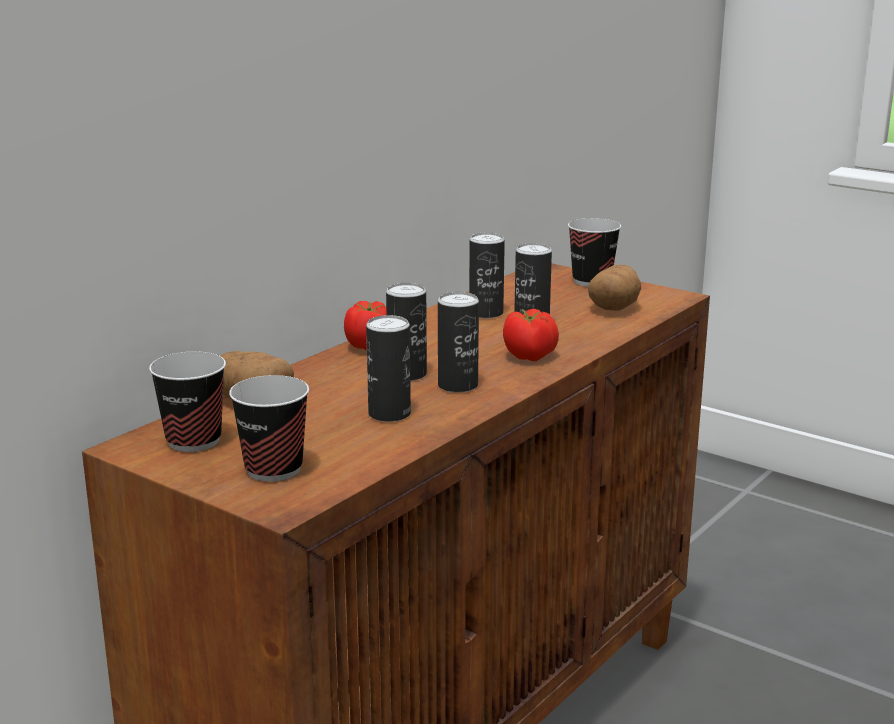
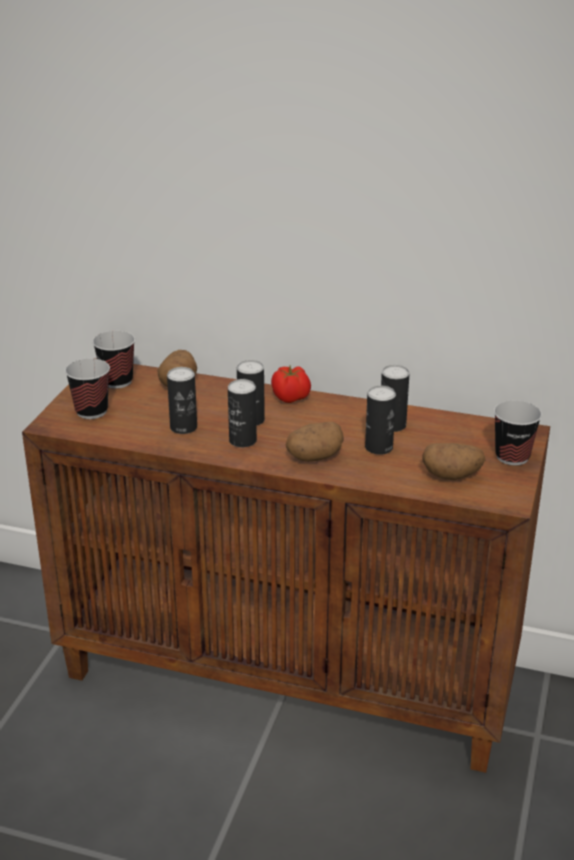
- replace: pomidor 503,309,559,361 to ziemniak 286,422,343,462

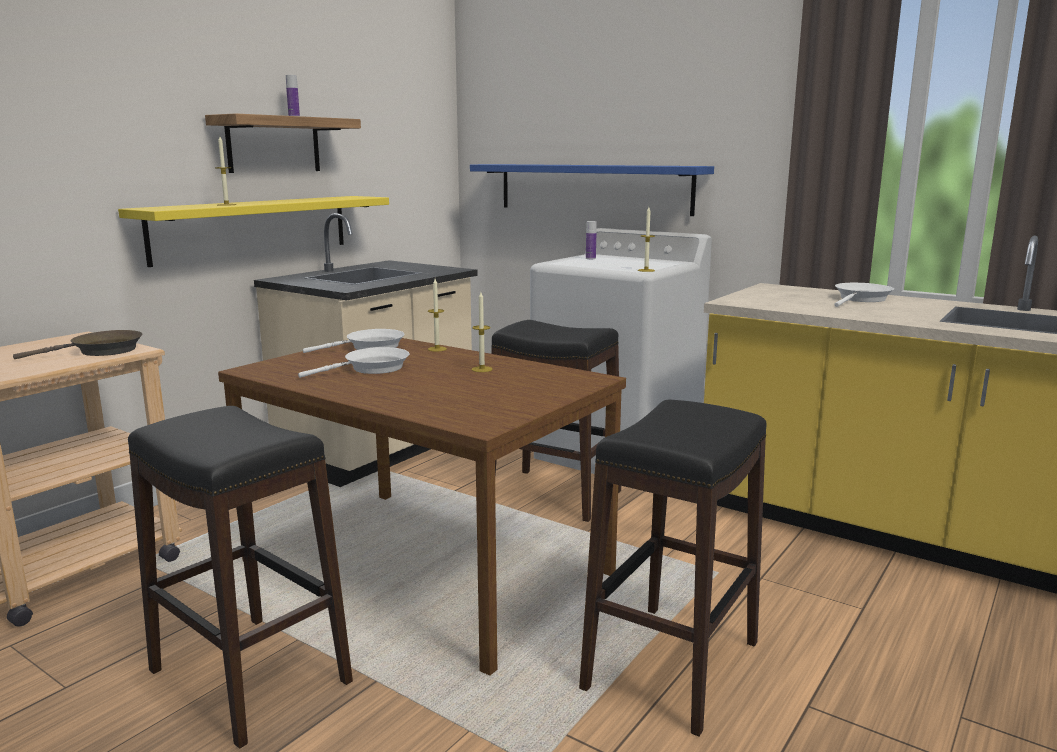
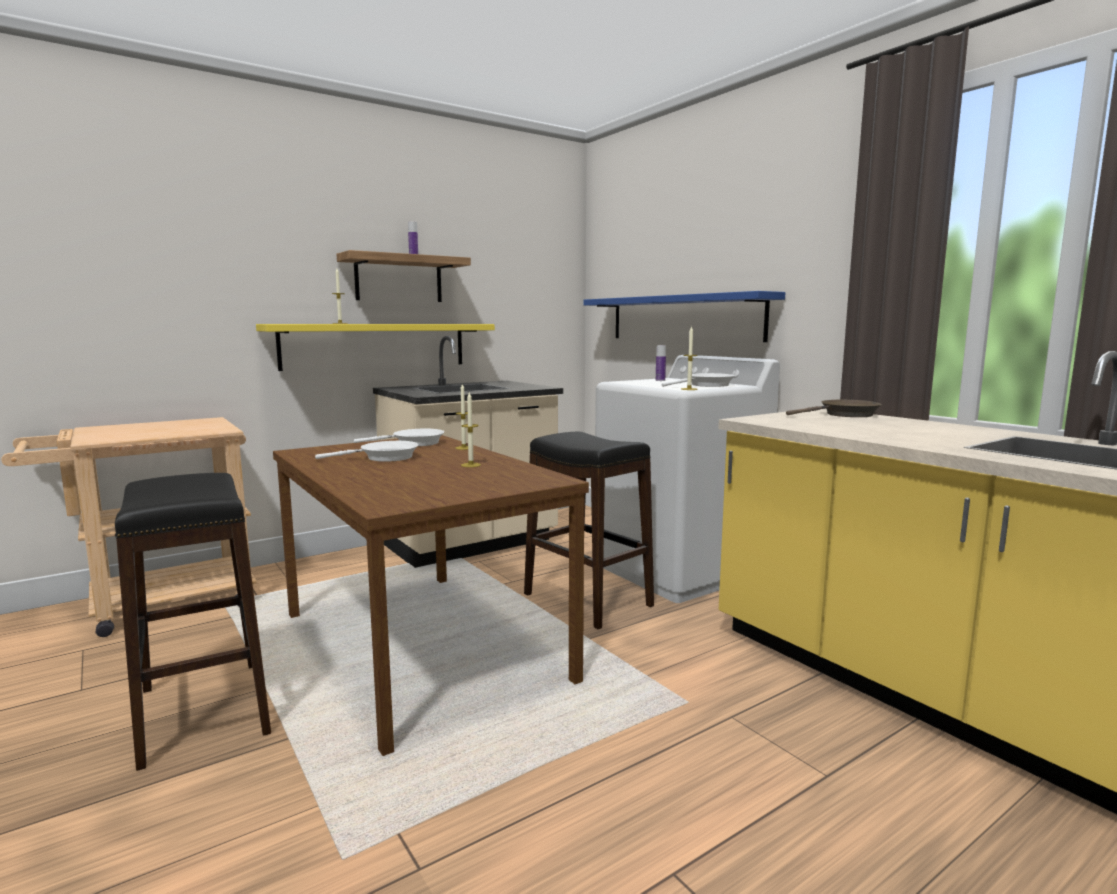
- move: patelnia/biały 835,283,894,307 to 662,373,735,387
- move: patelnia/brązowy 13,330,142,359 to 786,400,882,417
- delete: stołek/czarny 579,400,767,737

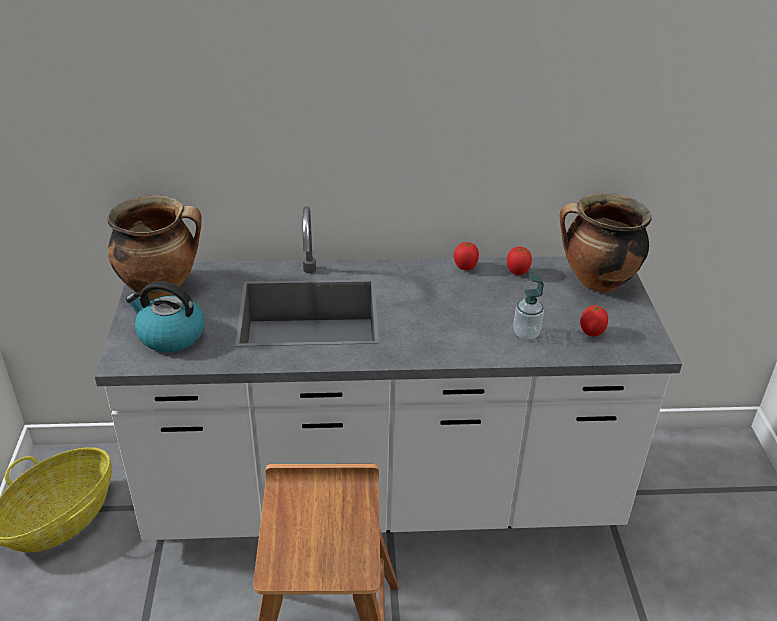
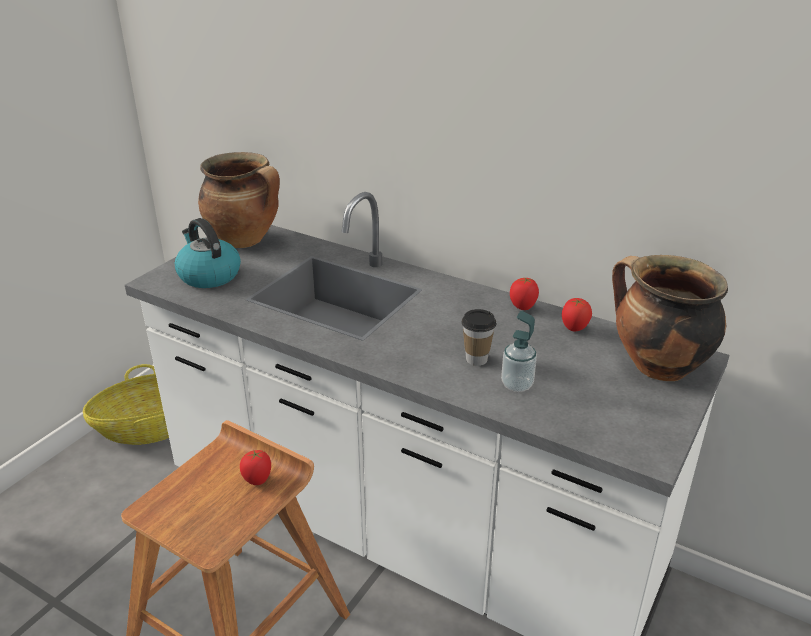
- move: pomidor 580,305,608,337 to 240,450,271,485
- insert: filiżanka 462,309,496,366

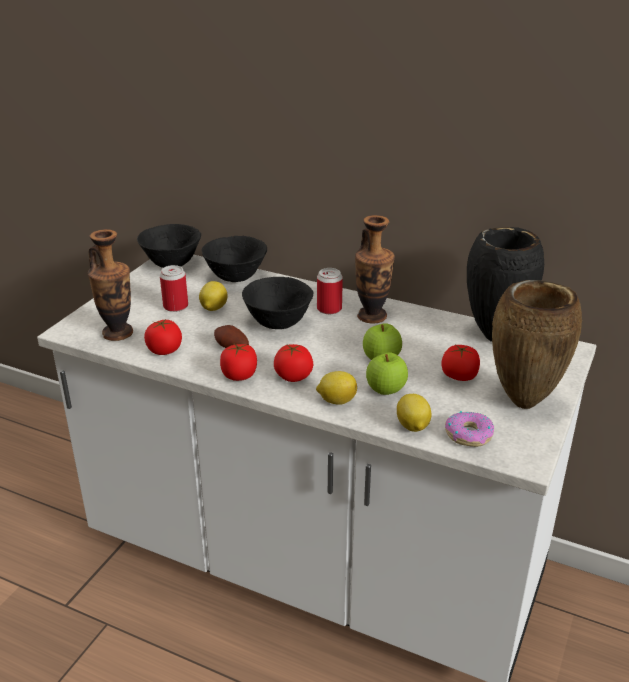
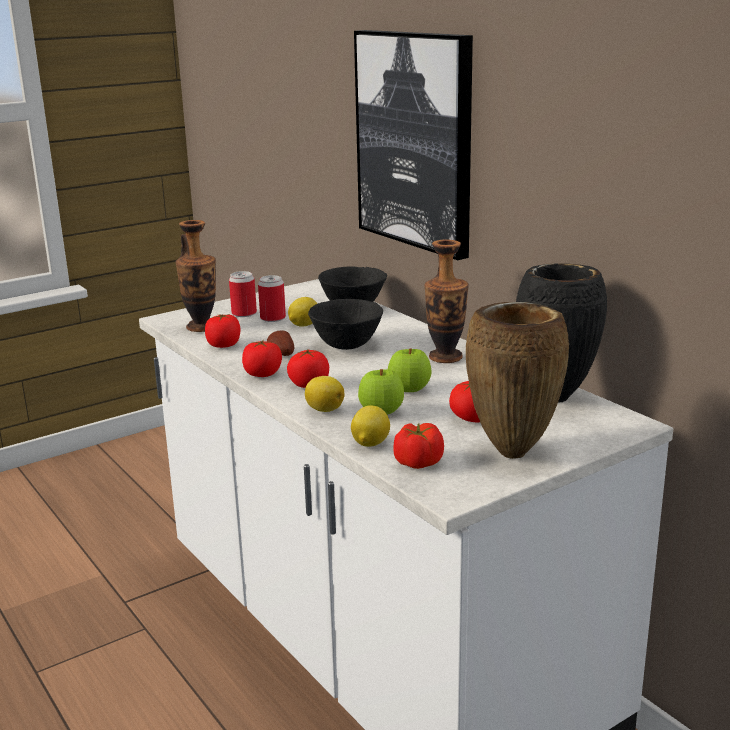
- move: puszka 317,268,343,314 to 229,271,257,317
- insert: obraz 354,30,473,260
- replace: donut 445,411,494,447 to pomidor 393,423,444,469
- delete: miska/czarny 137,224,201,268

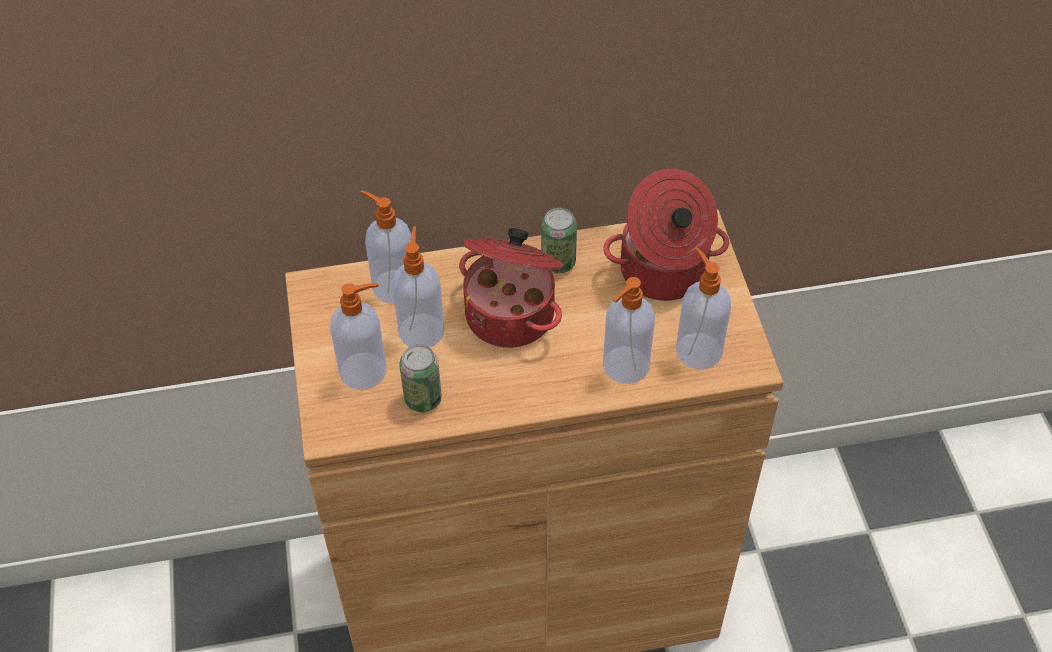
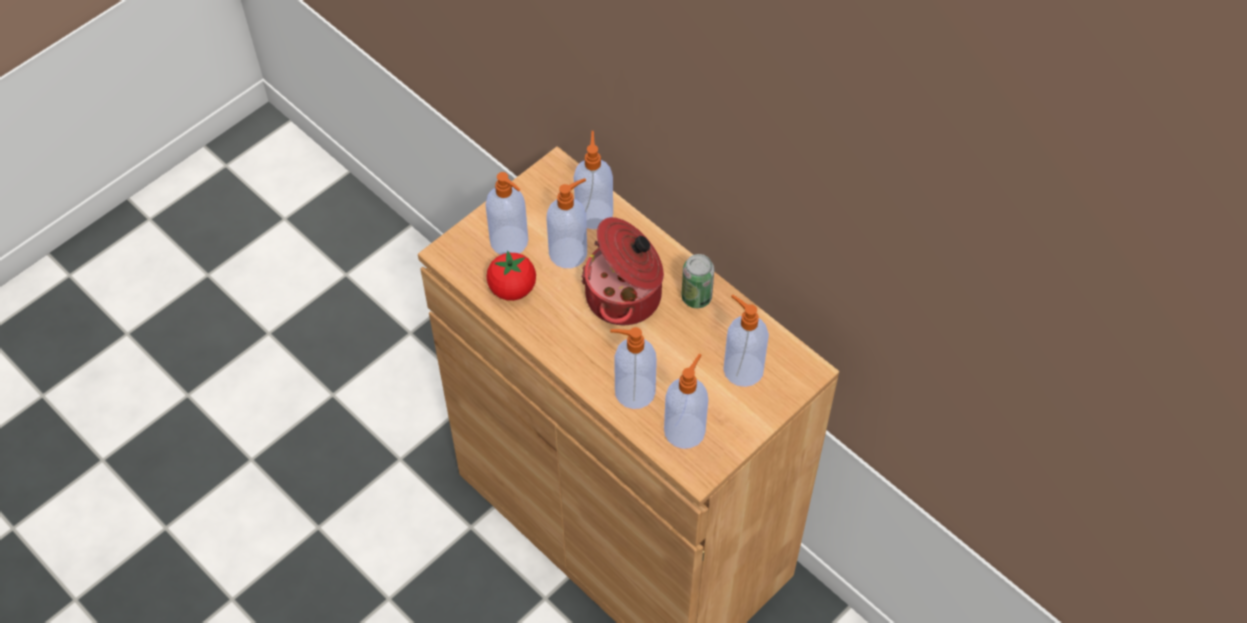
- replace: puszka 399,345,442,413 to pomidor 486,251,536,301
- replace: garnek 603,169,729,301 to dozownik mydła 723,295,769,387

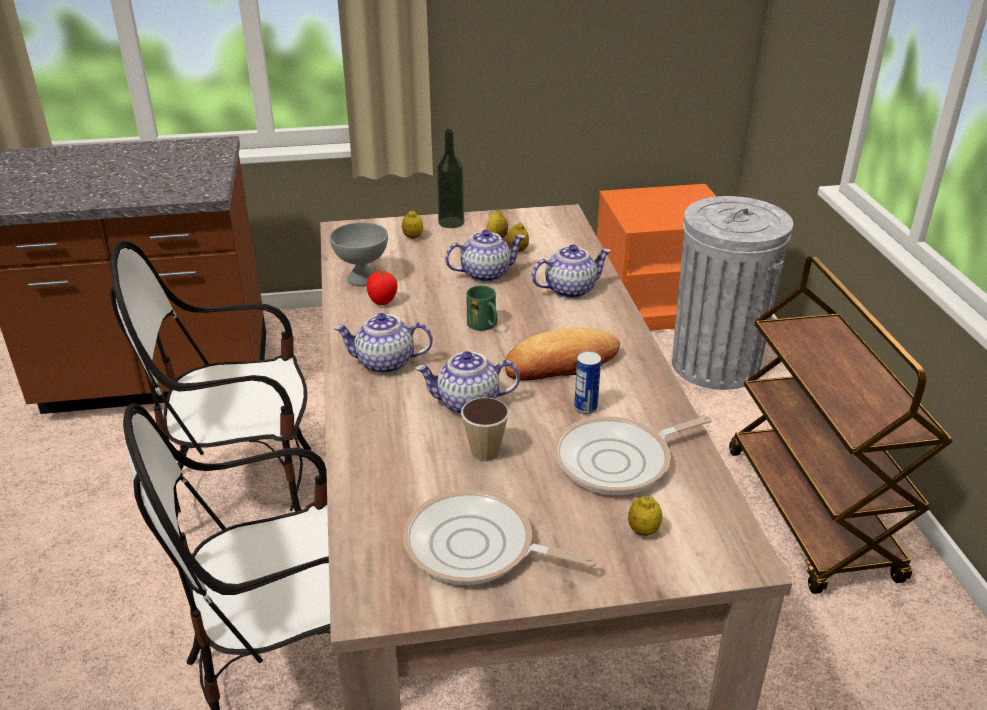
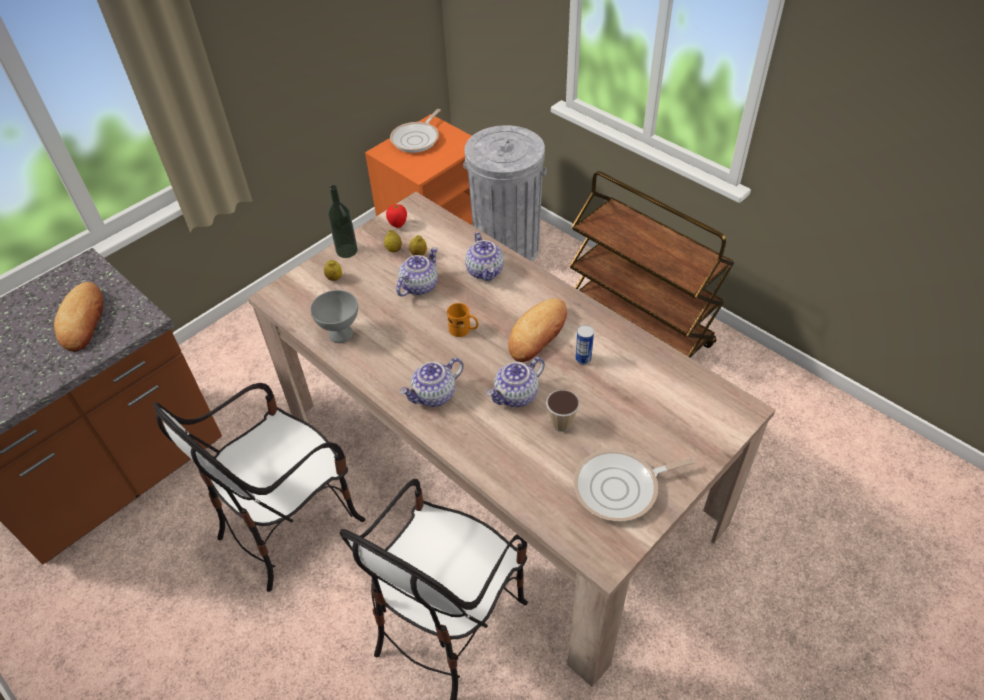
- insert: chleb 54,282,103,352
- move: pomidor 367,271,398,305 to 386,204,407,228
- move: patelnia 554,416,712,495 to 390,109,441,153
- recolor: kubek/zielony 466,286,497,331 to kubek/pomarańczowy 447,303,479,337
- rotate: imbryk 532,244,611,299 = 465,232,504,282 135 degrees clockwise
- delete: cytryna 628,496,662,536

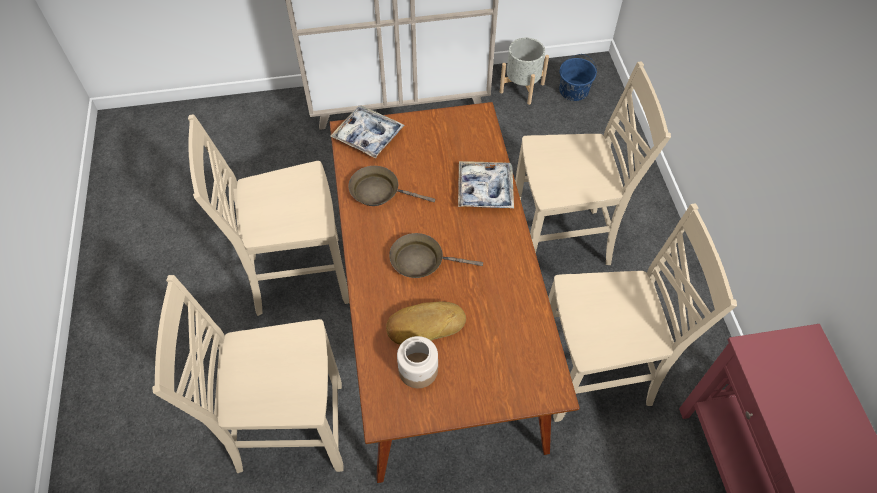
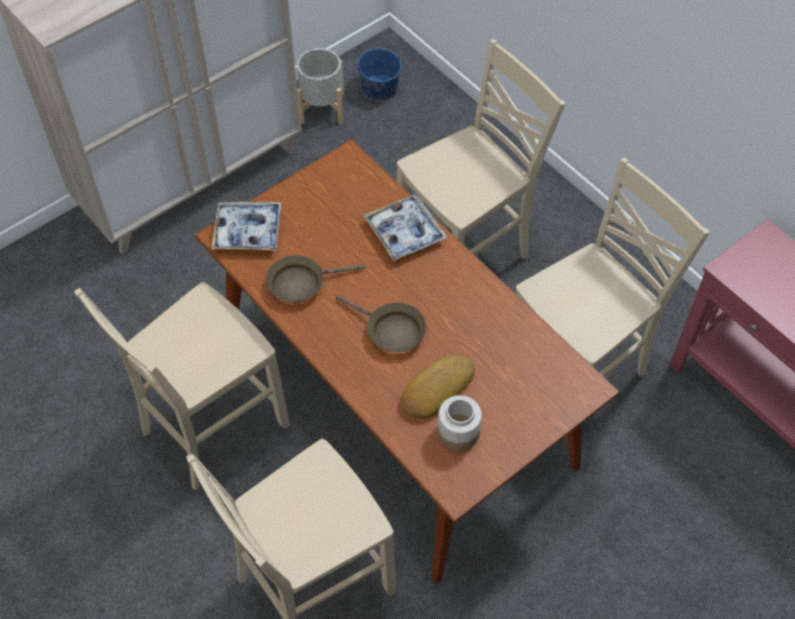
- rotate: patelnia/brązowy 389,233,483,278 = 336,295,426,352 120 degrees counterclockwise

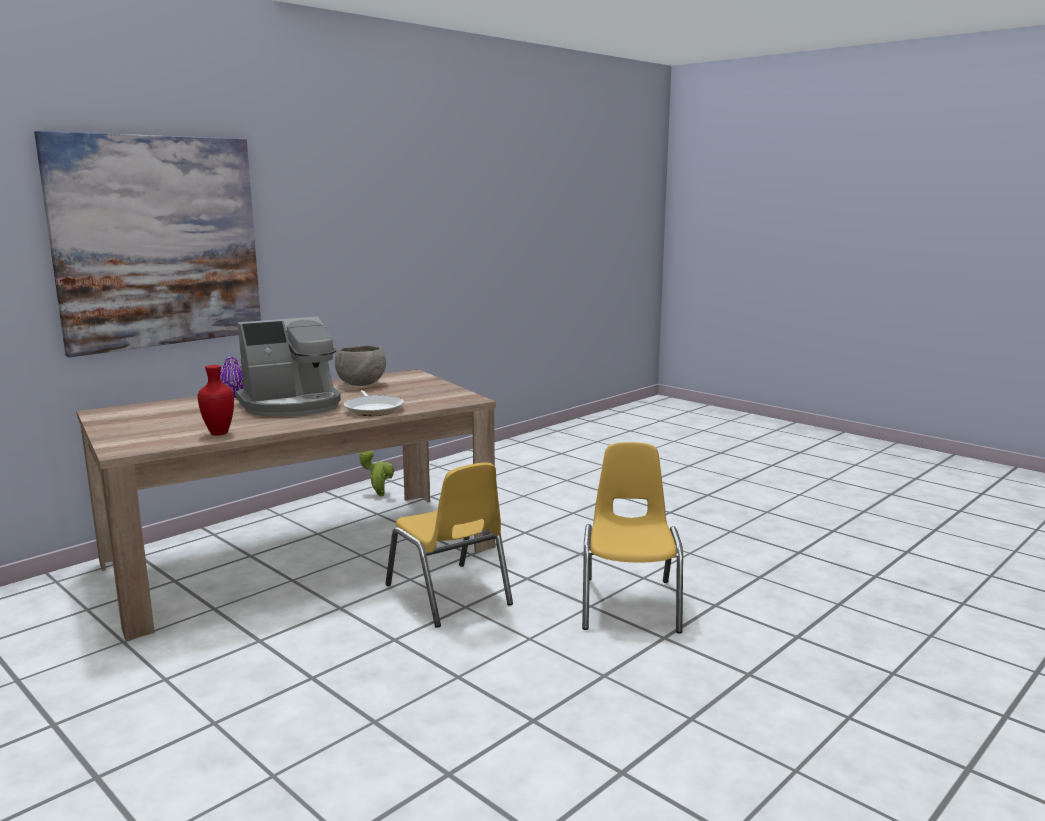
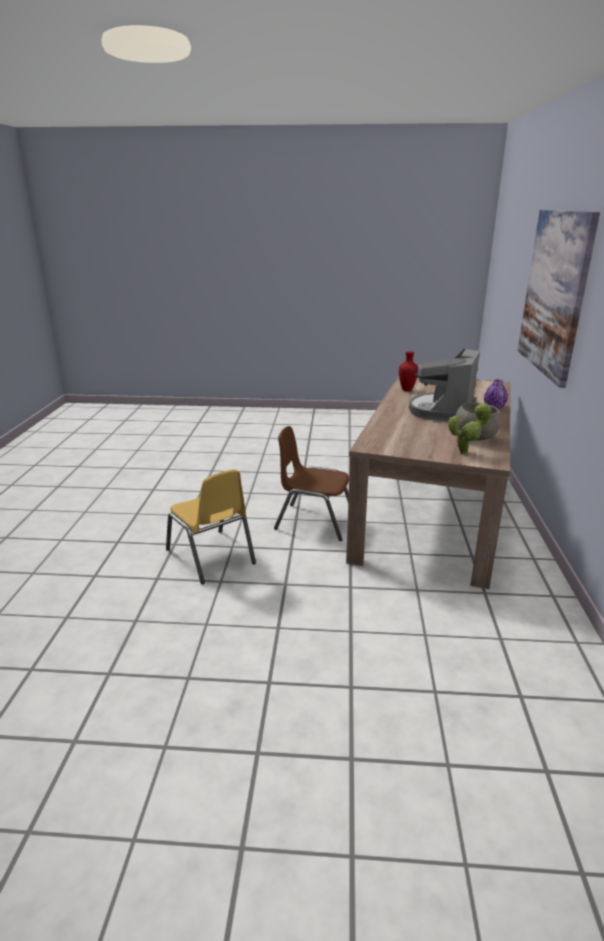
- recolor: krzesło/żółty 385,462,513,628 to krzesło/brązowy 274,426,349,541
- move: roślina doniczkowa 358,451,394,496 to 448,402,492,455
- delete: patelnia 344,390,404,416

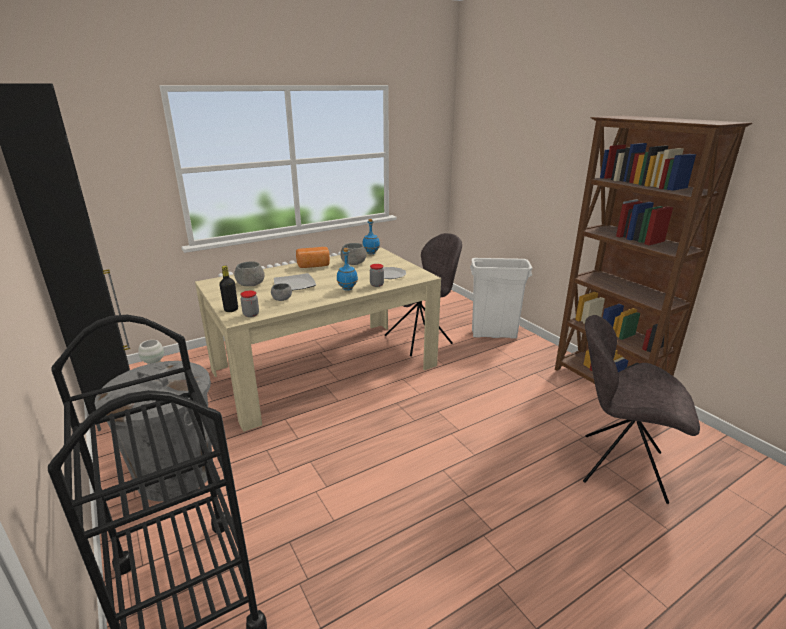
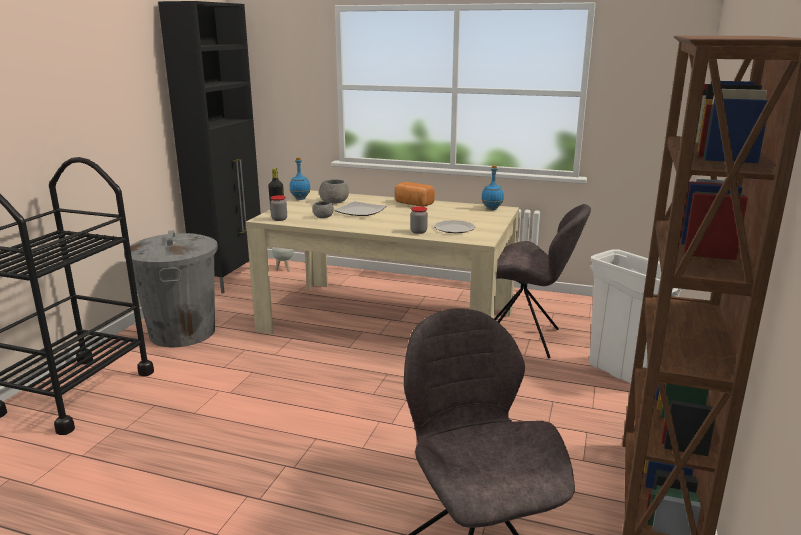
- move: butelka/niebieski 337,248,358,291 to 289,157,311,200
- delete: miska/szary 340,243,366,265

